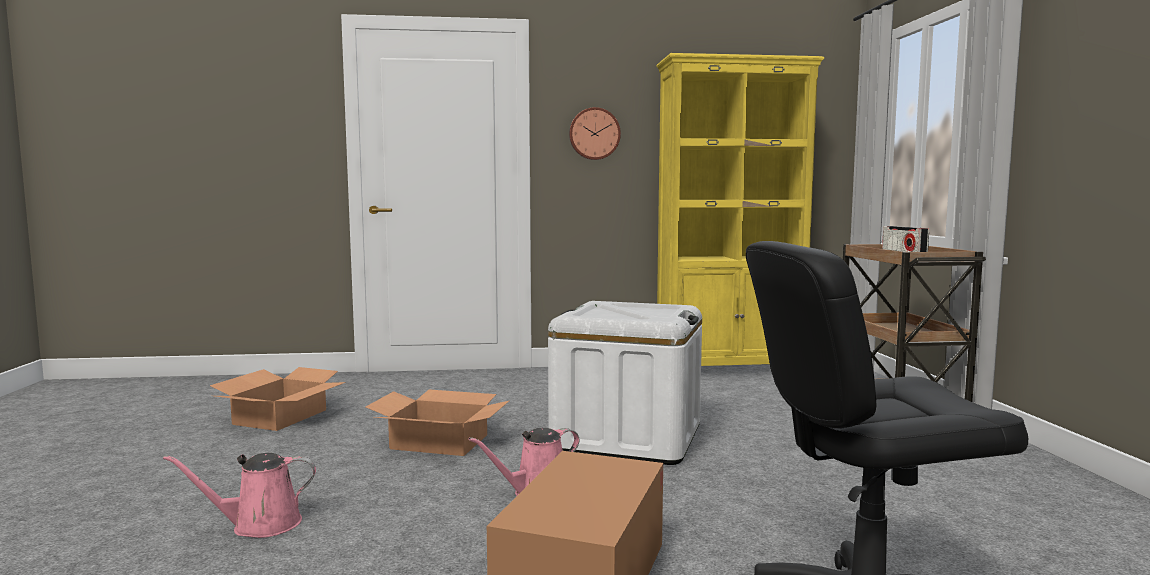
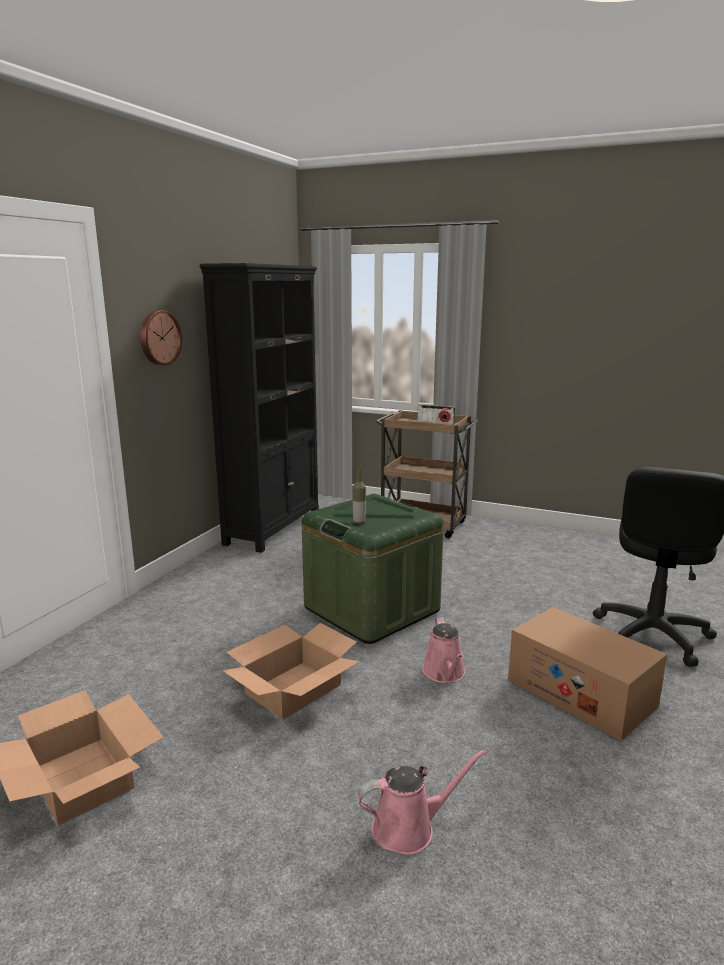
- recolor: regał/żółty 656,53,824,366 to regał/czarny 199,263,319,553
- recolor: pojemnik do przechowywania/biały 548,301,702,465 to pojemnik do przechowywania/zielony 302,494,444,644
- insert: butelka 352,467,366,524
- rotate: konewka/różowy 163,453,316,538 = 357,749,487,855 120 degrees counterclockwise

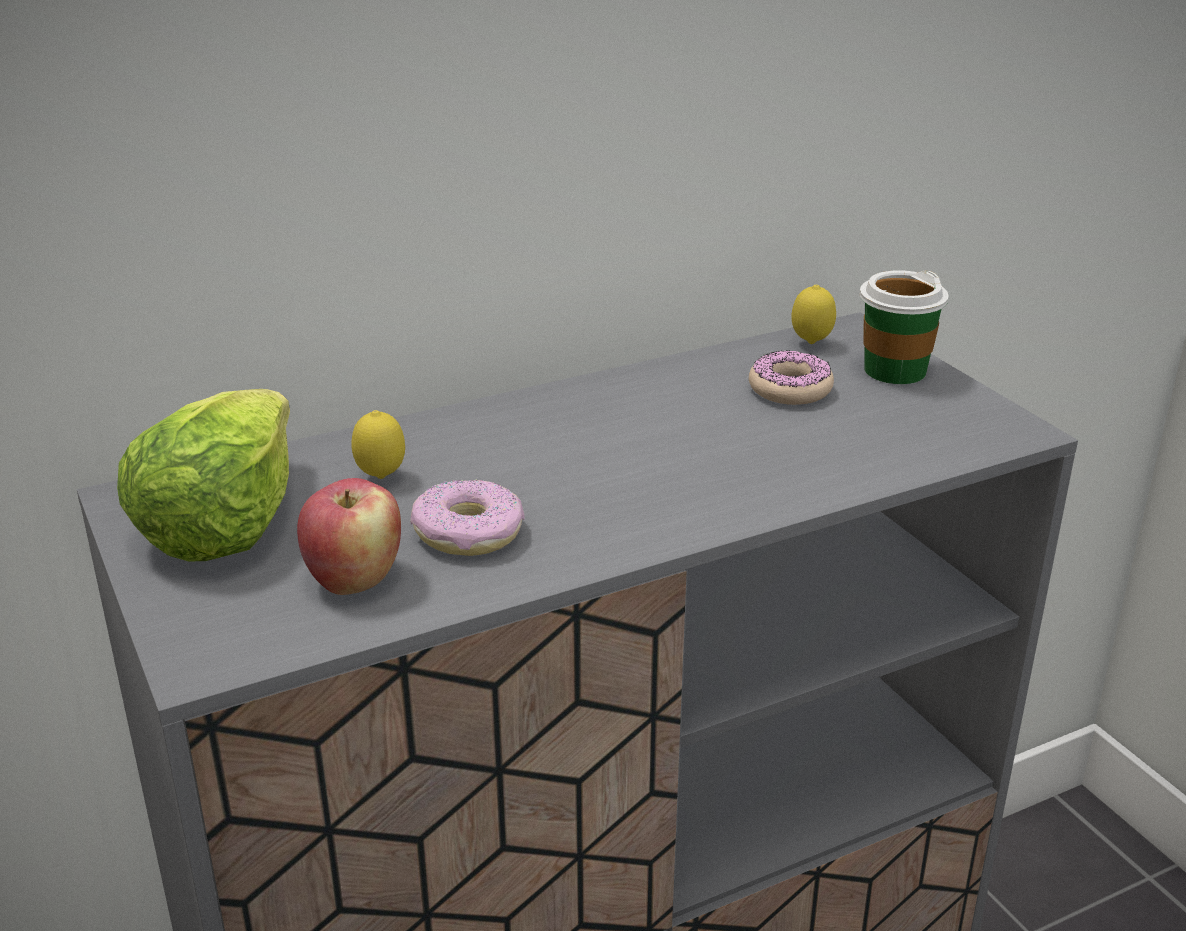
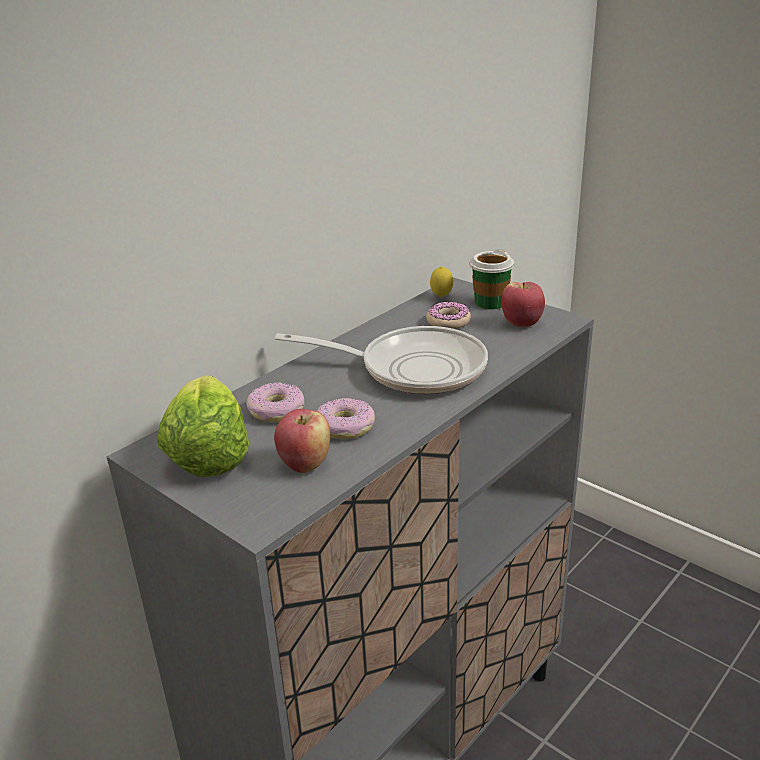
- replace: cytryna 351,410,405,479 to donut 247,382,304,422
- insert: patelnia 275,326,488,394
- insert: jabłko 502,282,545,327

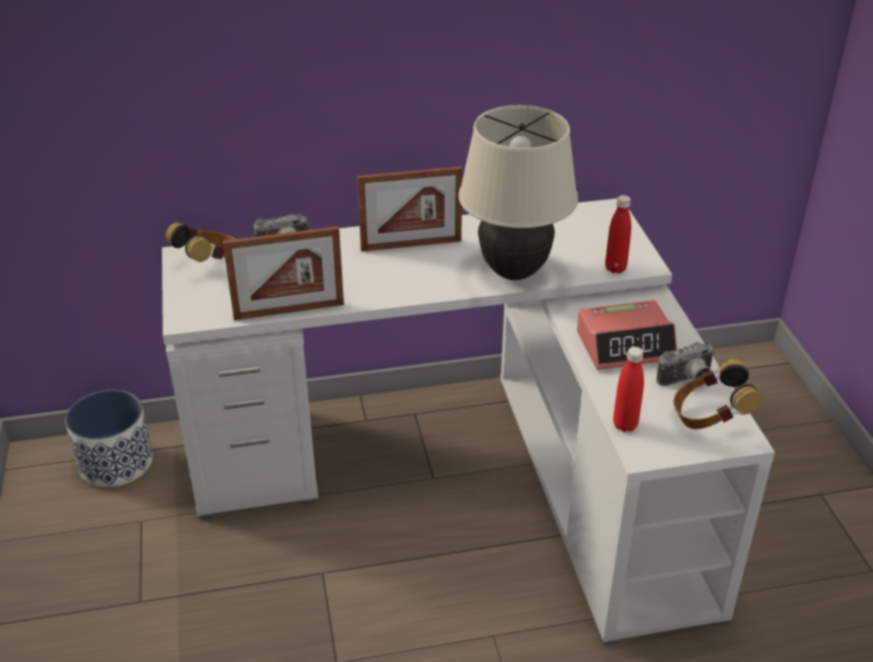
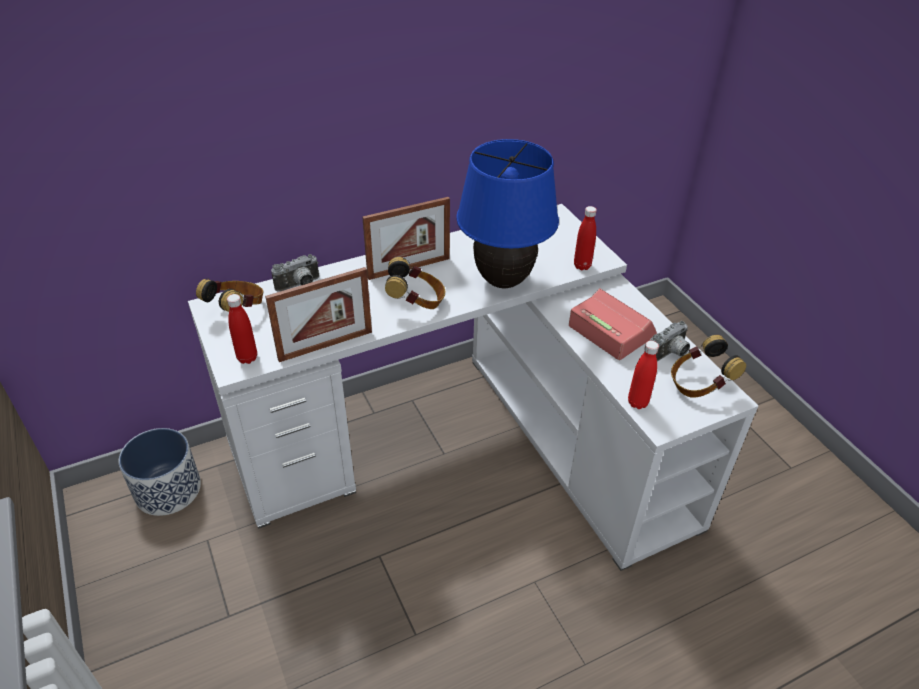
- insert: butelka/czerwony 227,294,257,364
- insert: słuchawki 385,257,445,309
- recolor: lampa stołowa/beżowy 459,105,578,280 to lampa stołowa/niebieski 457,139,559,288
- rotate: budzik 577,300,677,370 = 569,288,657,360 105 degrees counterclockwise

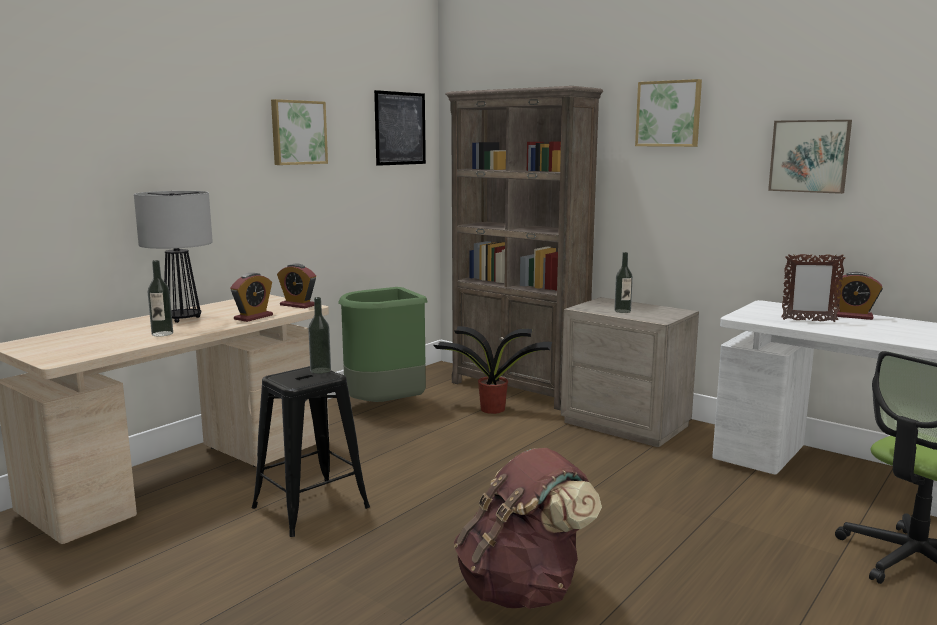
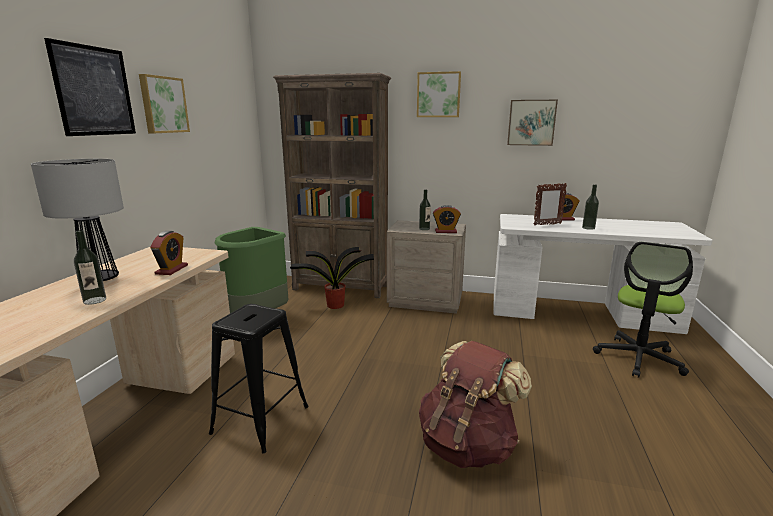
- move: obraz 374,90,426,166 to 44,38,136,136
- move: budzik 277,263,316,308 to 433,205,461,233
- move: butelka 308,297,331,374 to 582,184,599,230

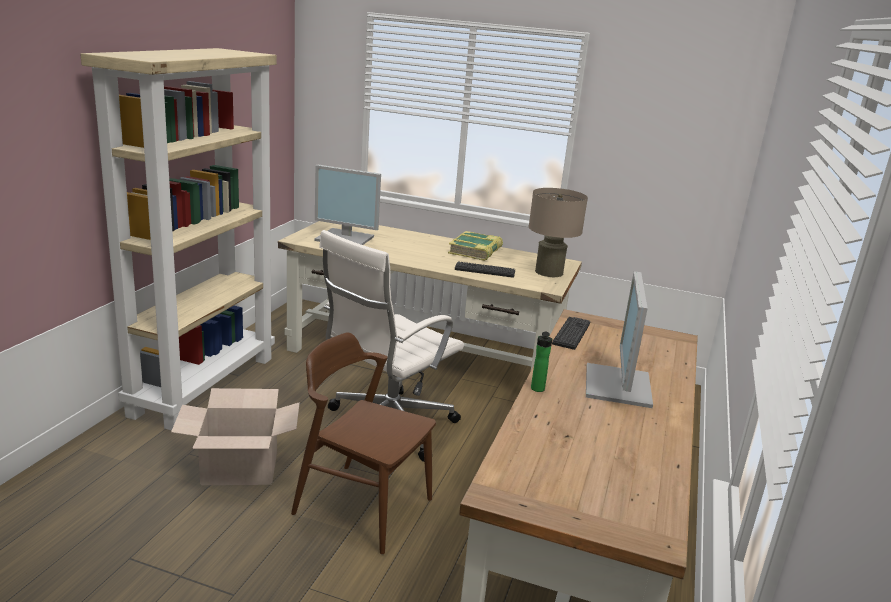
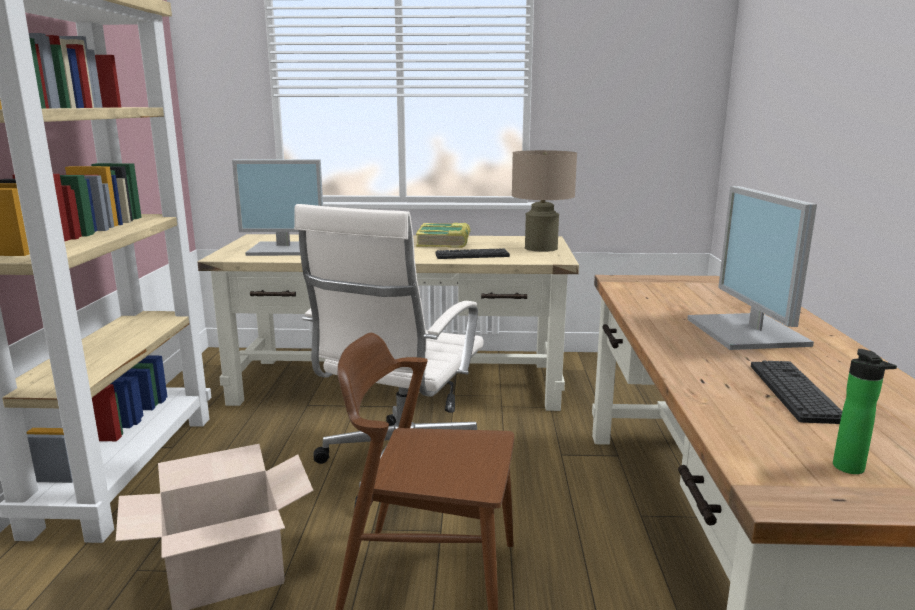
- move: klawiatura 552,317,590,350 to 751,361,842,424
- move: butelka 531,331,552,392 to 833,349,897,474

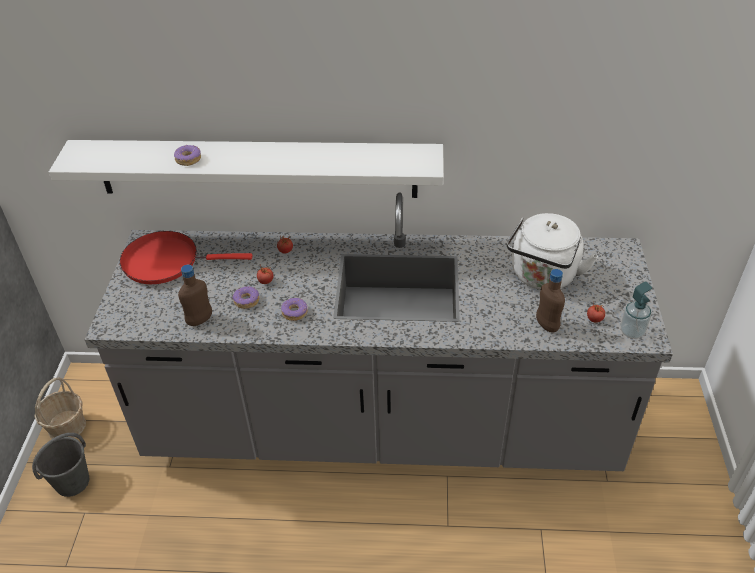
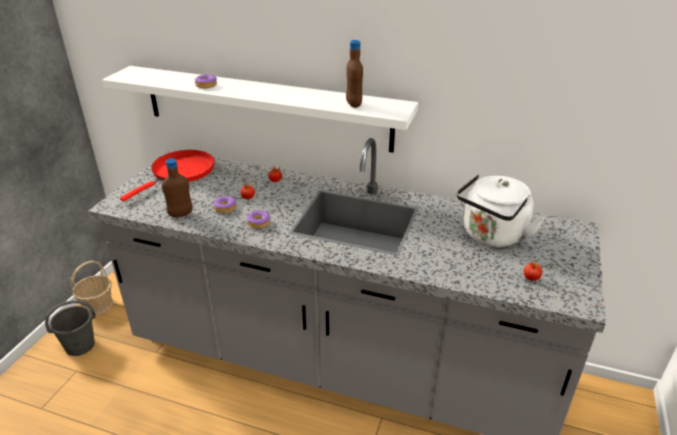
- rotate: patelnia/czerwony 120,231,253,284 = 120,150,215,201 105 degrees clockwise
- move: butelka/brązowy 536,269,565,333 to 346,40,363,108
- delete: dozownik mydła 621,282,652,339

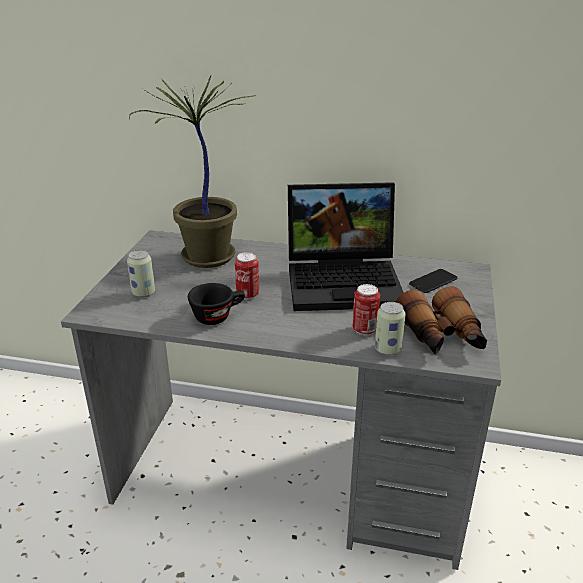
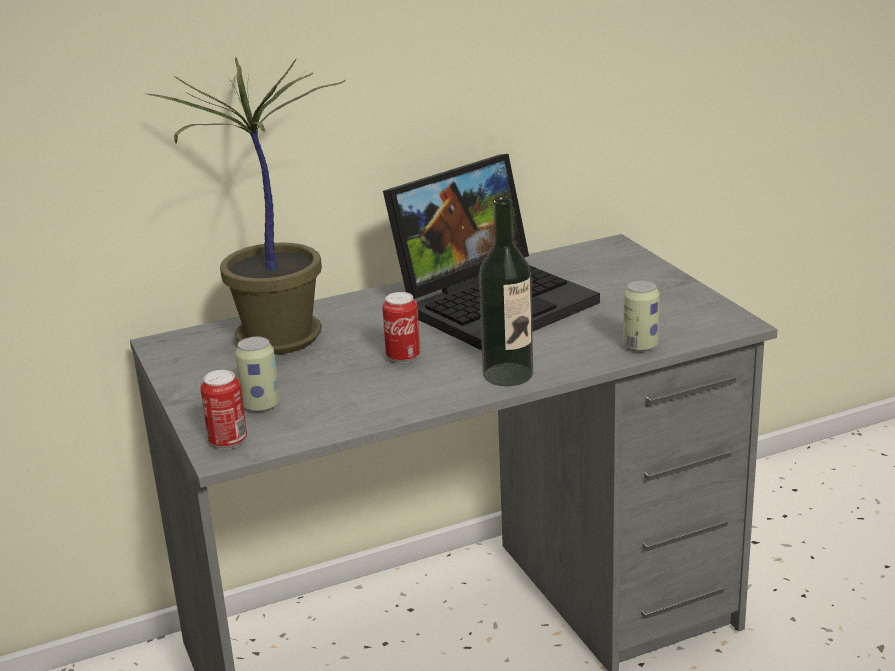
- move: puszka 352,284,380,336 to 200,370,247,449
- insert: butelka 479,197,533,386
- delete: filiżanka/czarny 188,283,245,325
- delete: lornetka 396,286,487,355
- delete: telefon 409,269,458,293

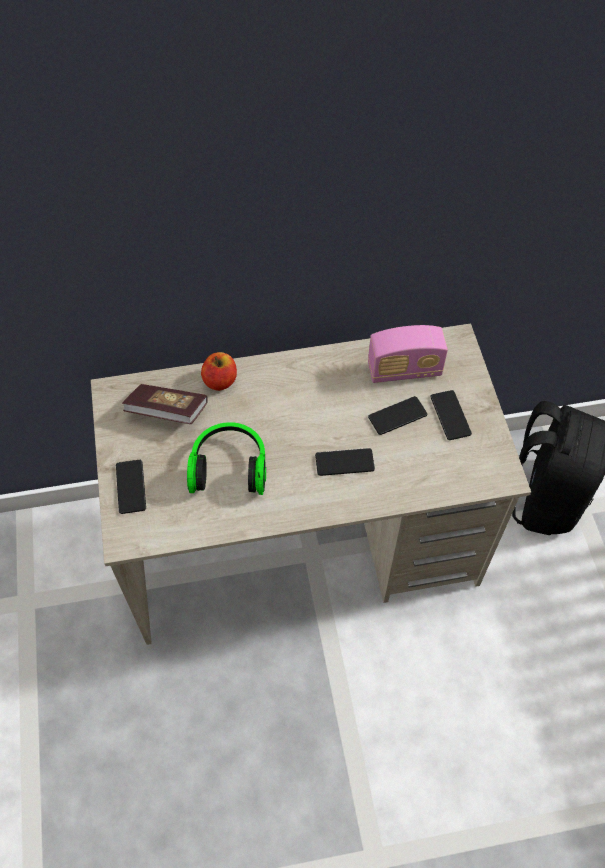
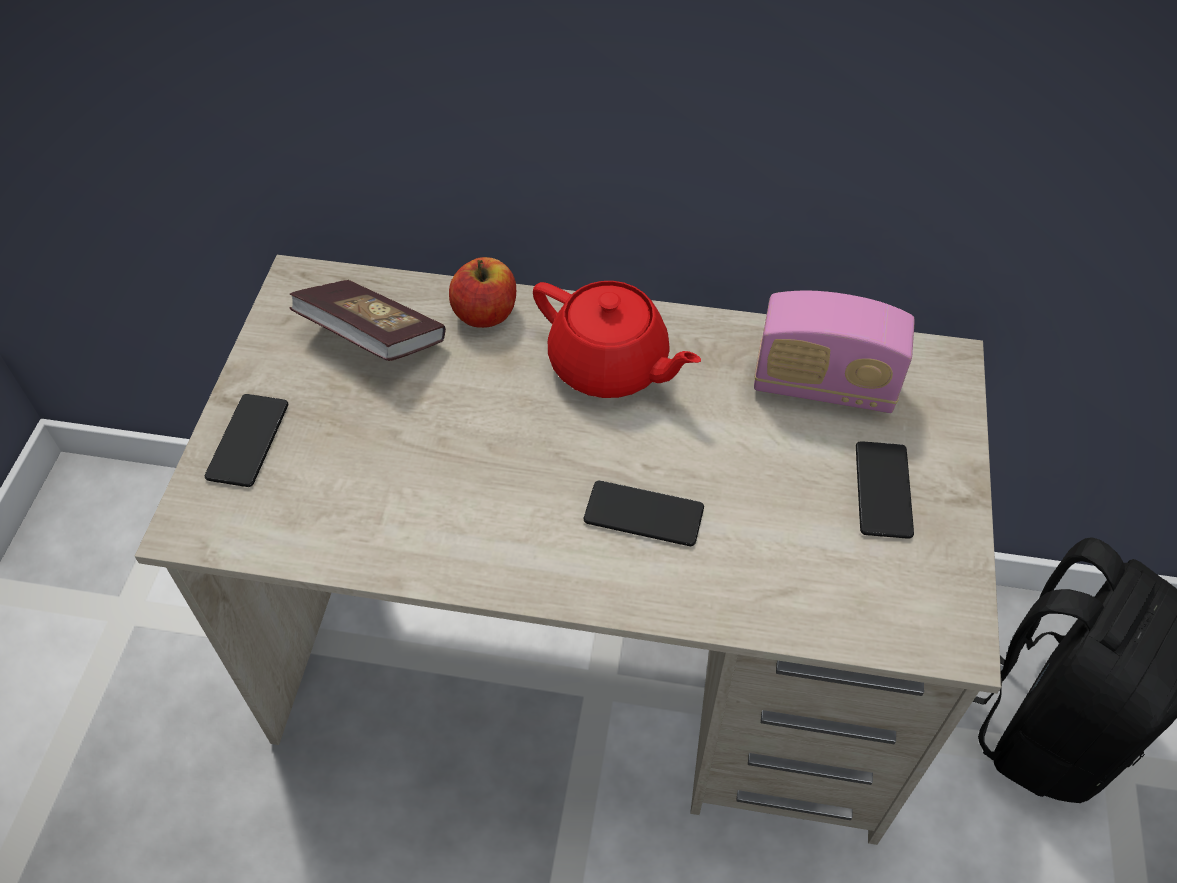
- insert: imbryk/czerwony 533,281,701,398
- delete: słuchawki 187,422,266,495
- delete: telefon 368,396,427,435

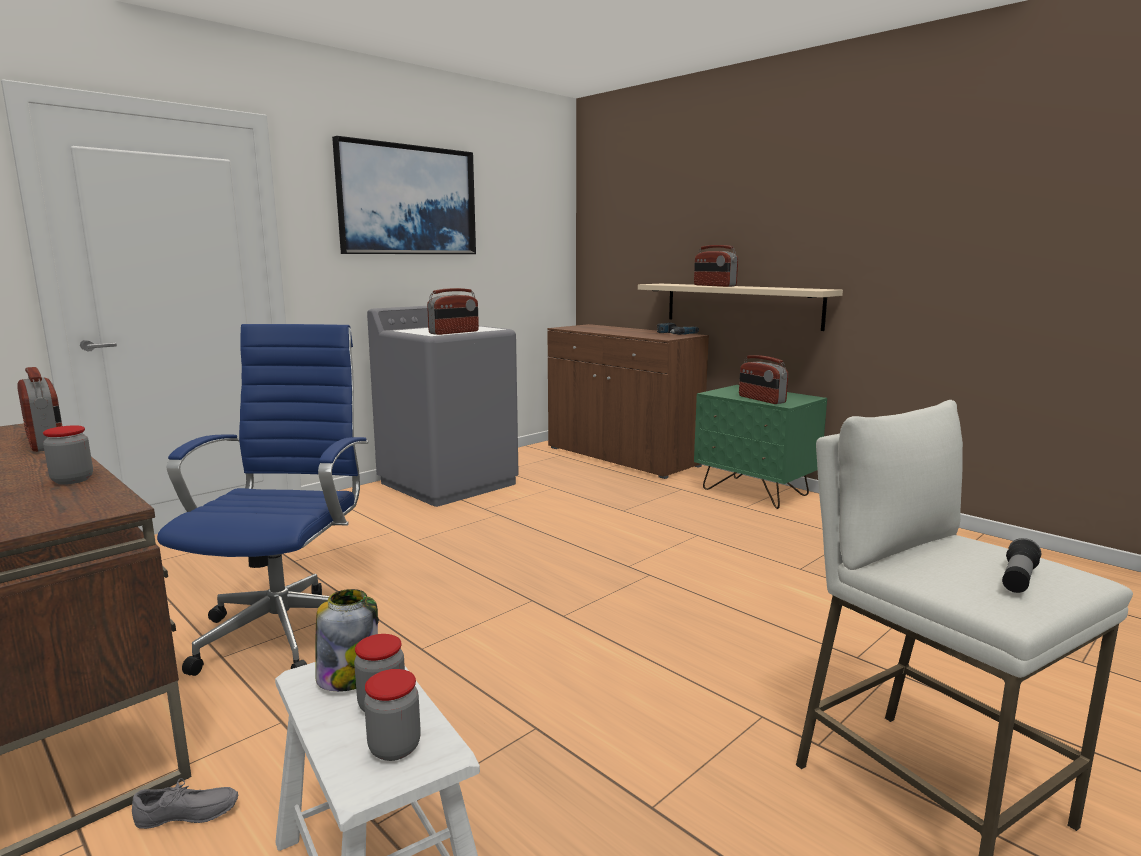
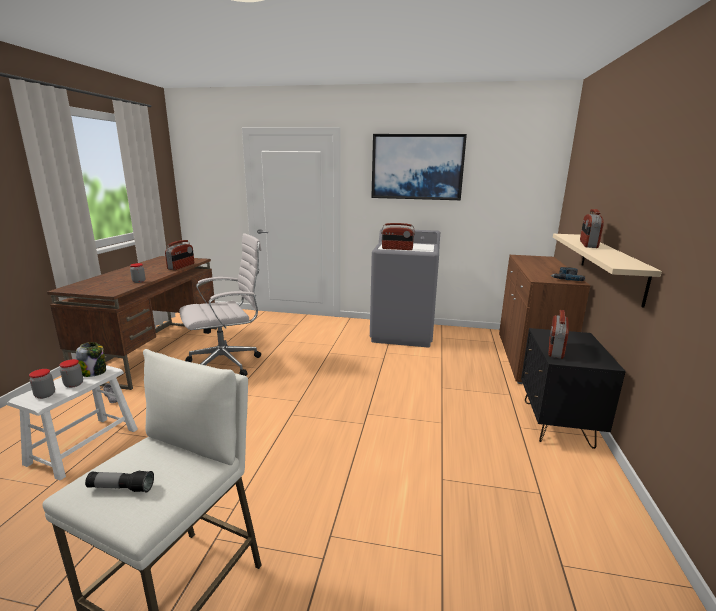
- recolor: krzesło biurowe/niebieski 157,324,379,676 to krzesło biurowe/biały 179,233,262,376
- recolor: szafka nocna/zielony 694,385,827,509 to szafka nocna/czarny 521,328,626,449

